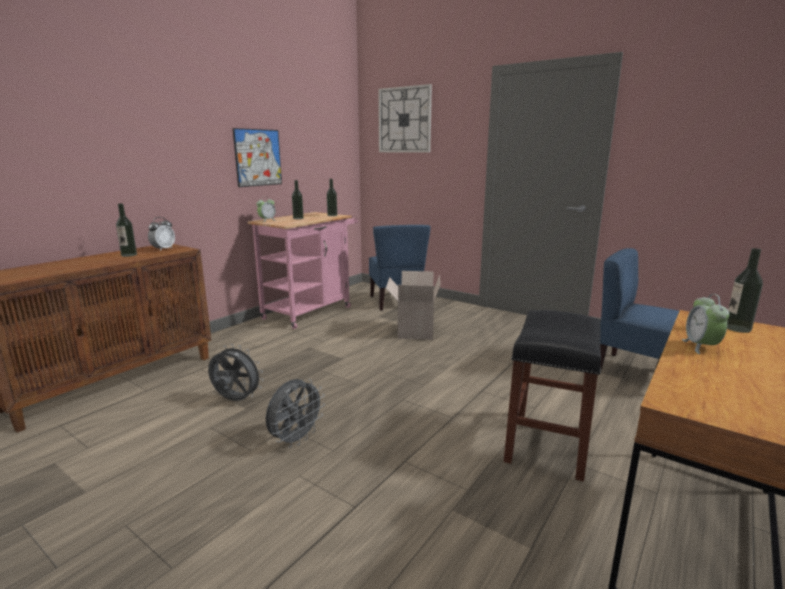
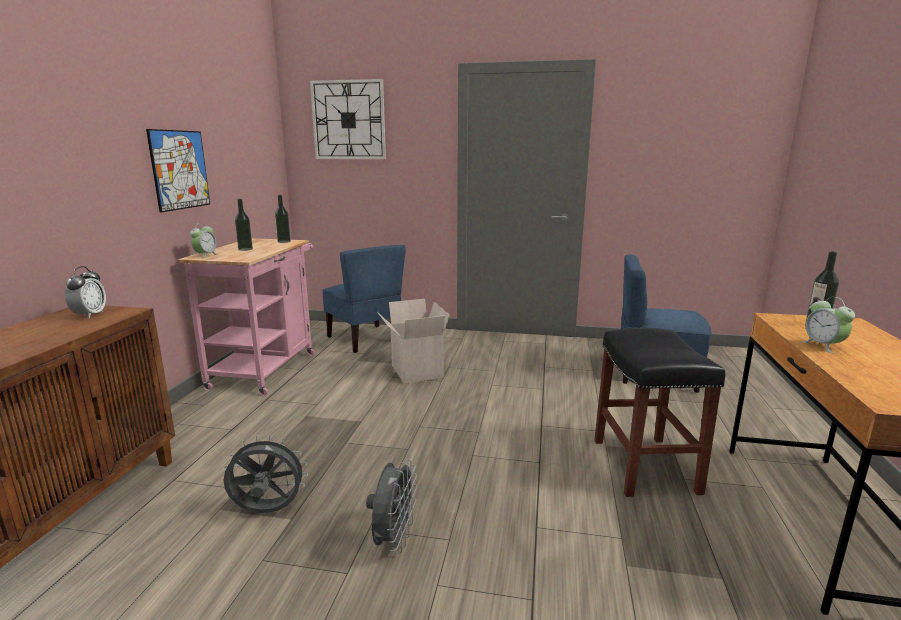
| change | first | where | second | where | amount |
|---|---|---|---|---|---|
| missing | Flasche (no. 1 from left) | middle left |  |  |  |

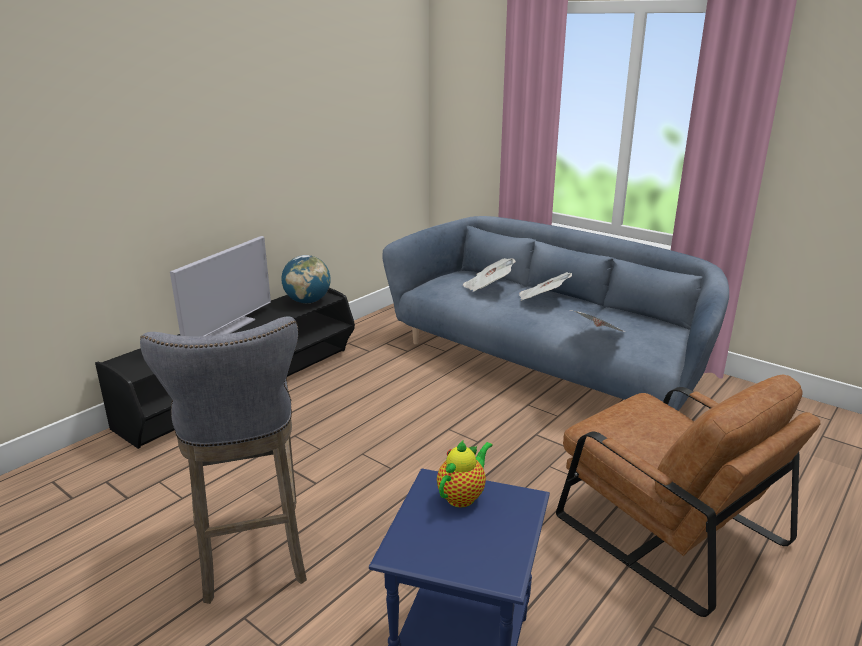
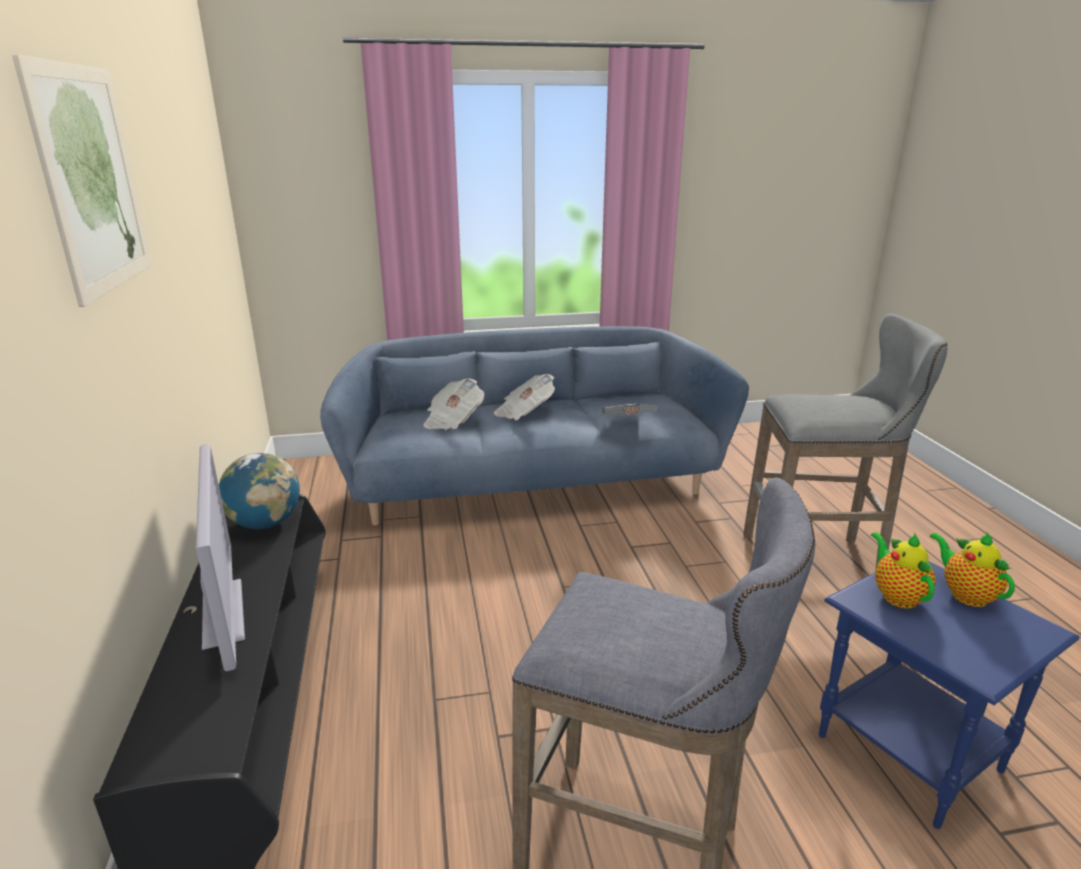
| change | first | where | second | where | amount |
|---|---|---|---|---|---|
| appeared |  |  | Bild | top left |  |
| exchanged | Sessel/braun | bottom right | Hocker/grau (no. 2 from left) | middle right |  |
| appeared |  |  | Teekanne (no. 2 from left) | middle right |  |

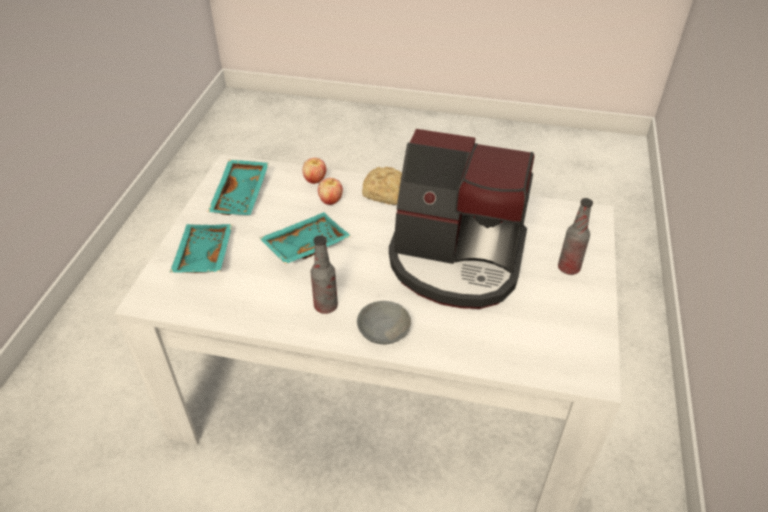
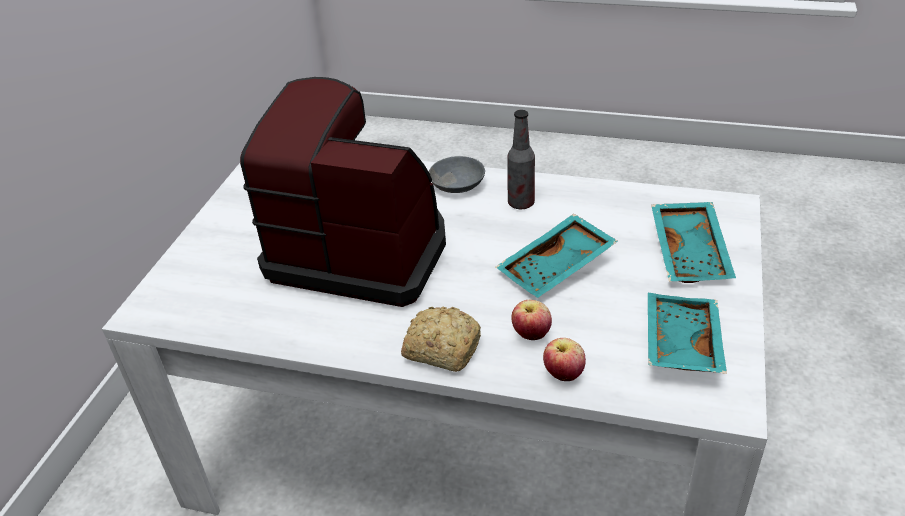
| change | first | where | second | where | amount |
|---|---|---|---|---|---|
| missing | Flasche (no. 2 from left) | middle right |  |  |  |

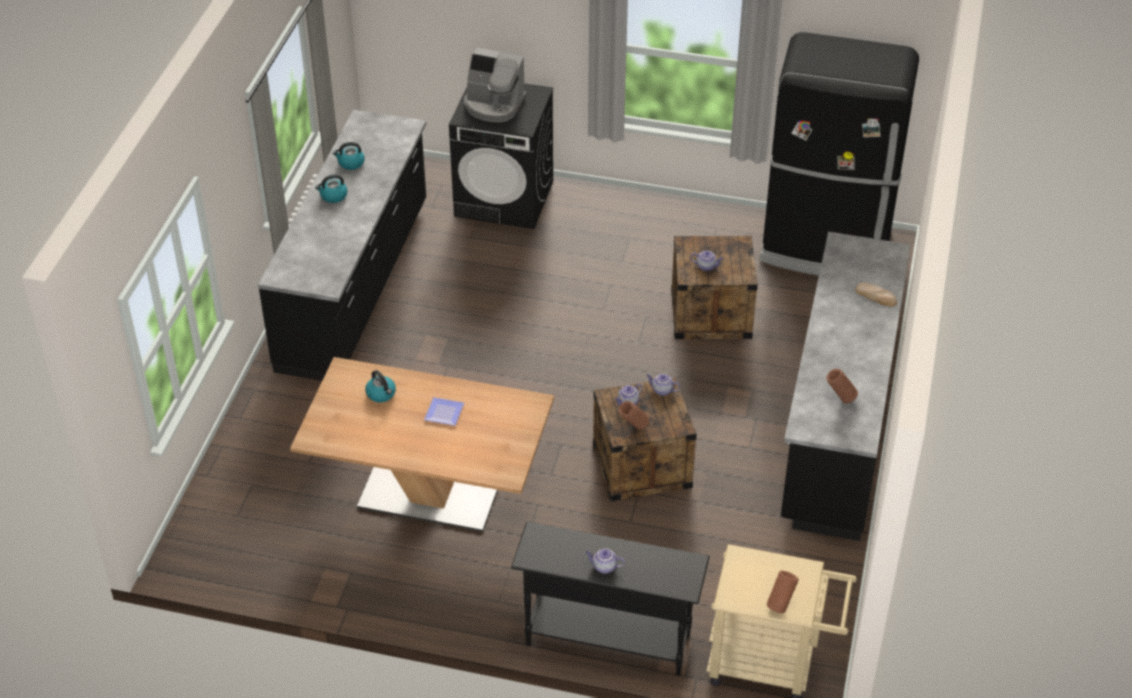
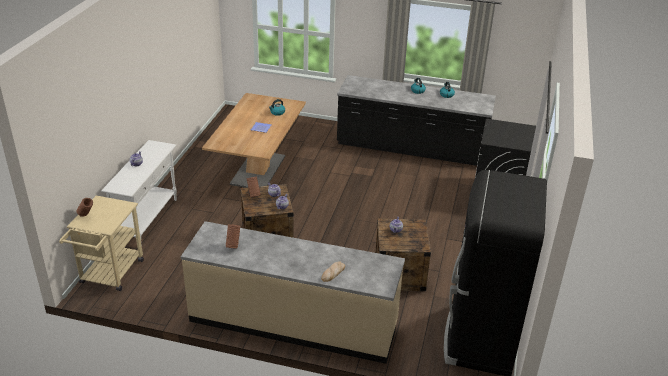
| change | first | where | second | where | amount |
|---|---|---|---|---|---|
| colour | Konsolentisch/schwarz | bottom centre | Konsolentisch/weiß | middle left |  |
| colour | Küchenzeile/schwarz (no. 2 from left) | middle right | Küchenzeile/beige | bottom centre |  |
| missing | Kaffeemaschine | top centre |  |  |  |

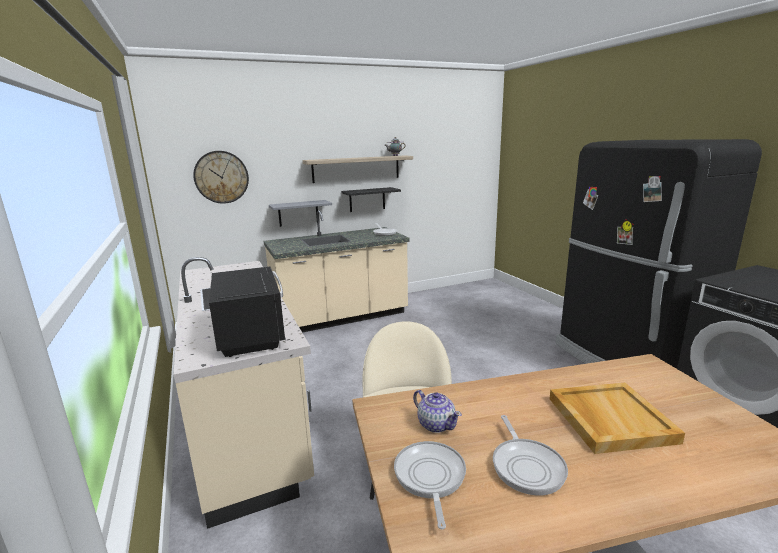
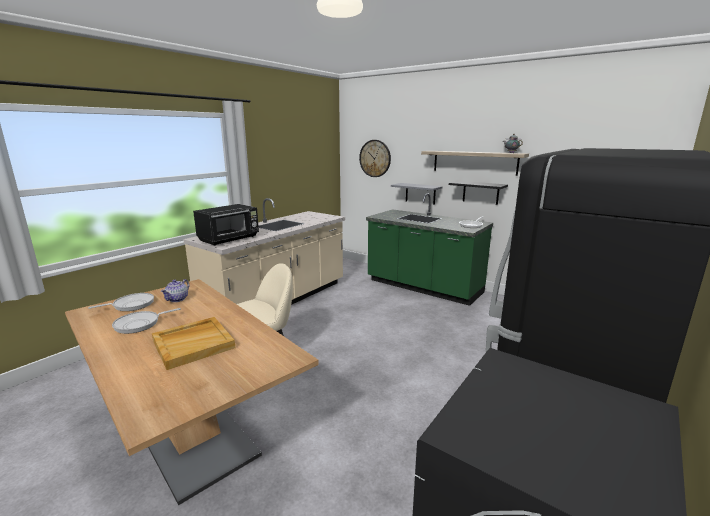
| change | first | where | second | where | amount |
|---|---|---|---|---|---|
| colour | Küchenzeile/beige (no. 2 from left) | centre | Küchenzeile/grün | centre |  |

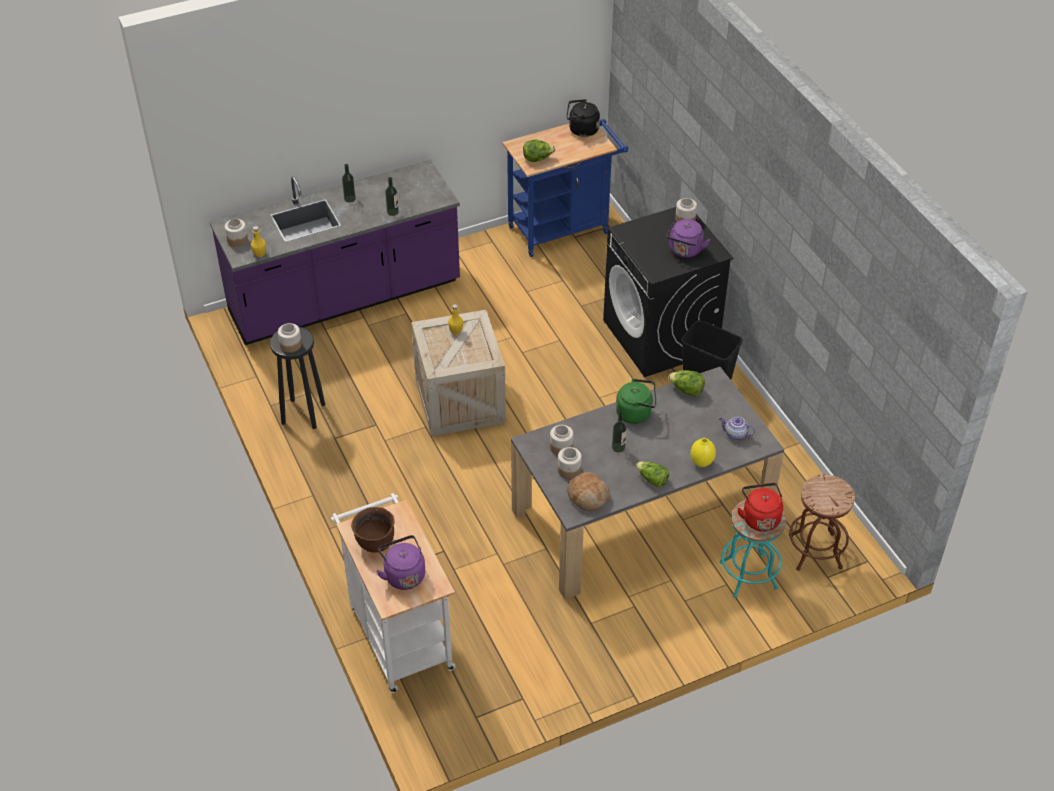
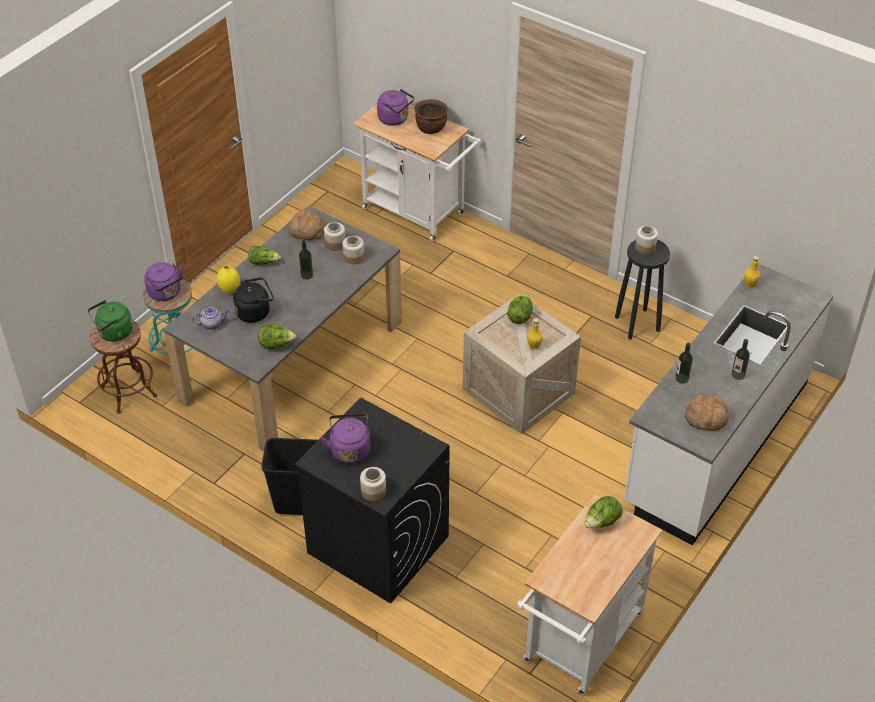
| change | first | where | second | where | amount |
|---|---|---|---|---|---|
| relocated | Wasserkessel/grün | centre |  | middle left |  |
| colour | Wasserkessel/rot | middle right | Wasserkessel/lila (no. 1 from left) | middle left |  |
| relocated | Wasserkessel/schwarz | top centre |  | middle left |  |
| appeared |  |  | Salatkopf (no. 3 from left) | centre |  |
| colour | Rollwagen/blau | top centre | Rollwagen/weiß (no. 2 from left) | bottom right |  |
| colour | Küchenzeile/lila | top left | Küchenzeile/weiß | middle right |  |
| appeared |  |  | Brot (no. 2 from left) | middle right |  |
| missing | Vorratsglas (no. 1 from left) | top left |  |  |  |

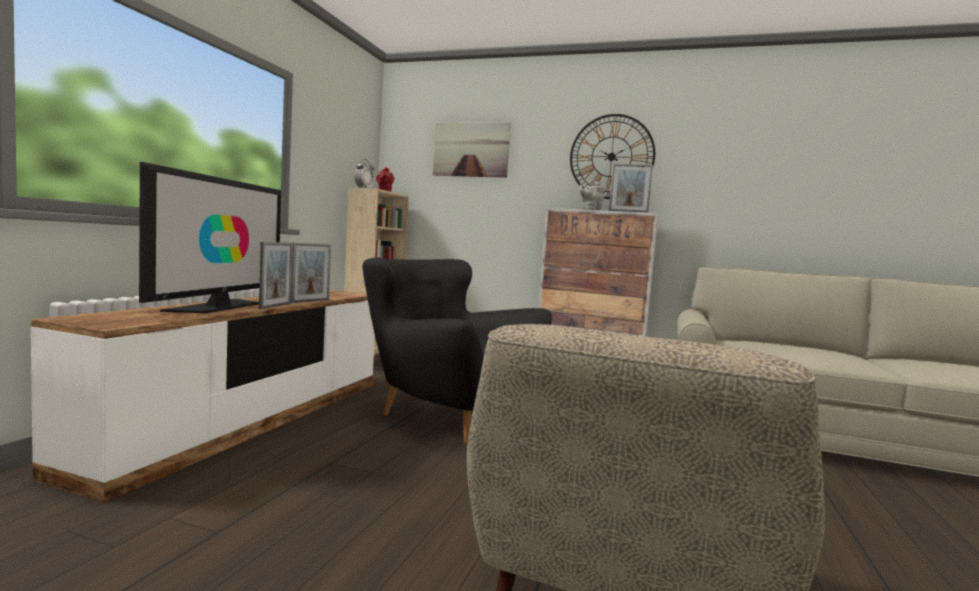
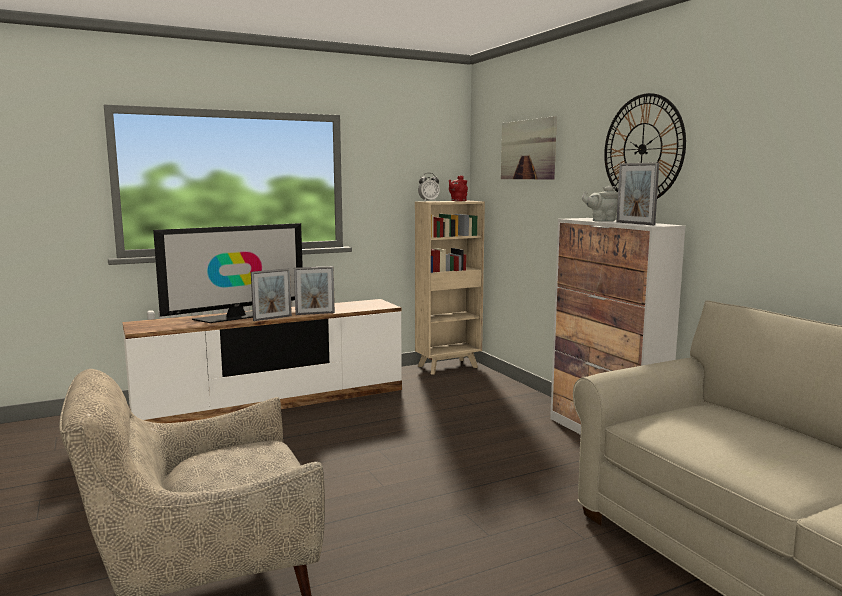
| change | first | where | second | where | amount |
|---|---|---|---|---|---|
| missing | Sessel/schwarz | centre |  |  |  |

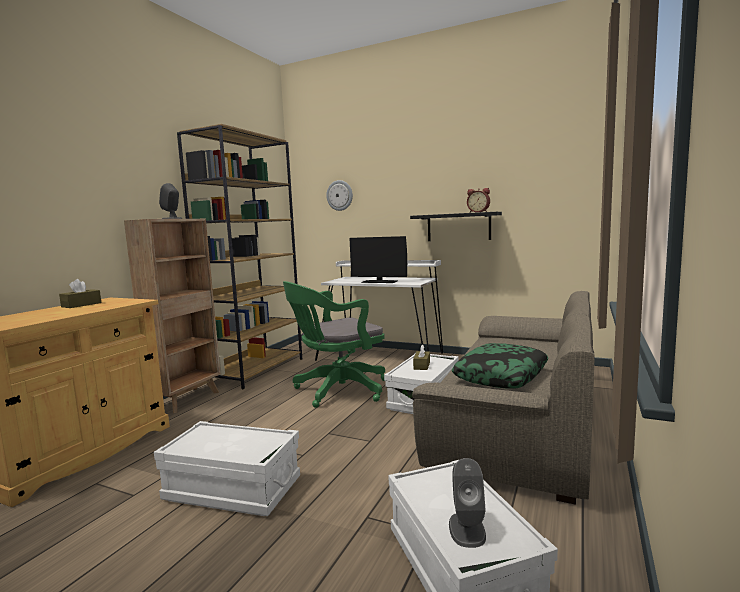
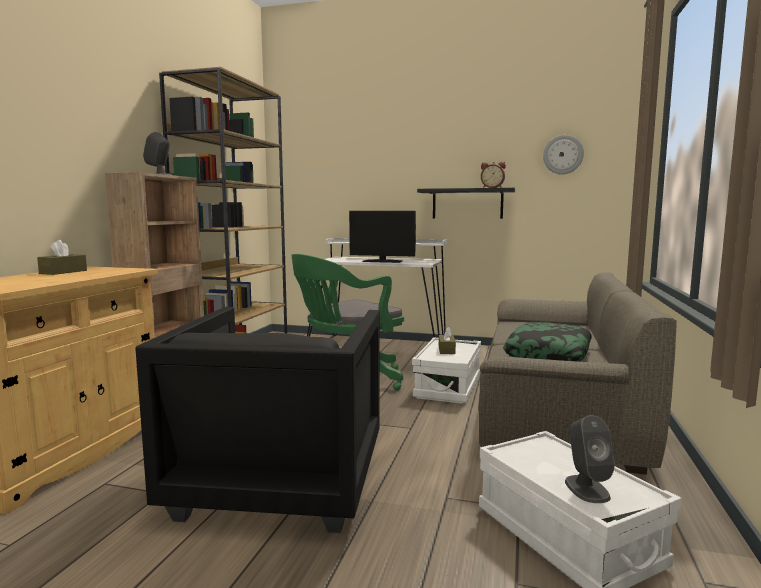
| change | first | where | second | where | amount |
|---|---|---|---|---|---|
| exchanged | Aufbewahrungsbox/weiß (no. 1 from left) | bottom left | Sessel/schwarz | bottom centre |  |
| relocated | Wanduhr | top centre |  | top right |  |

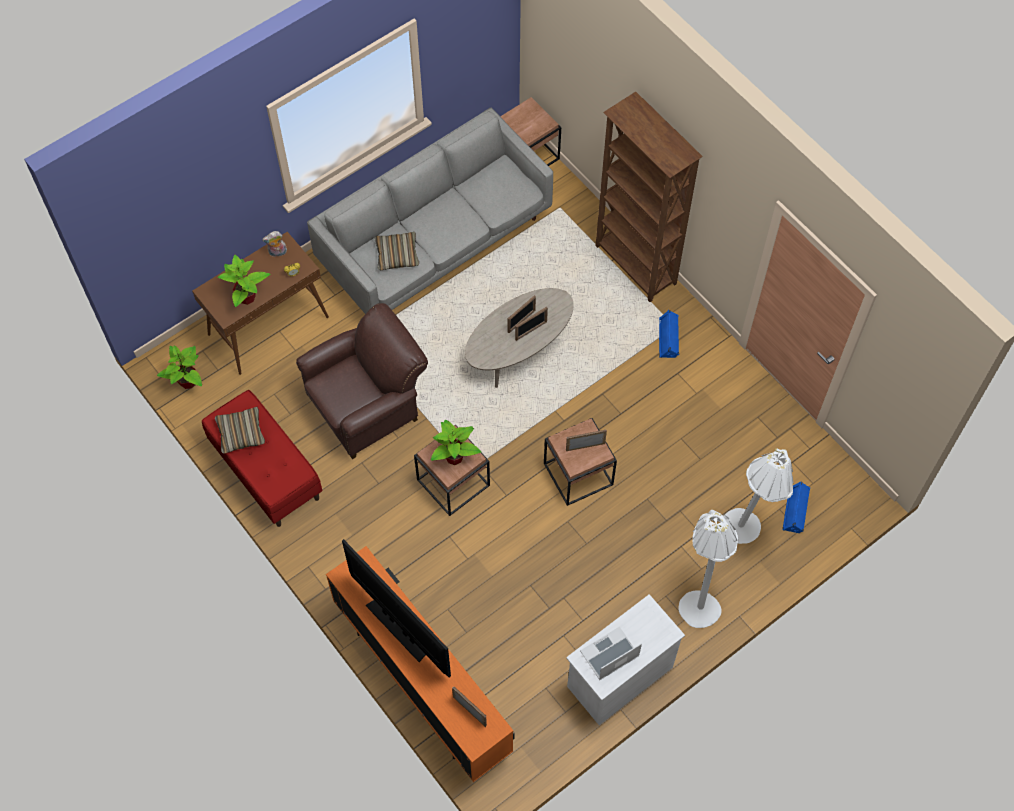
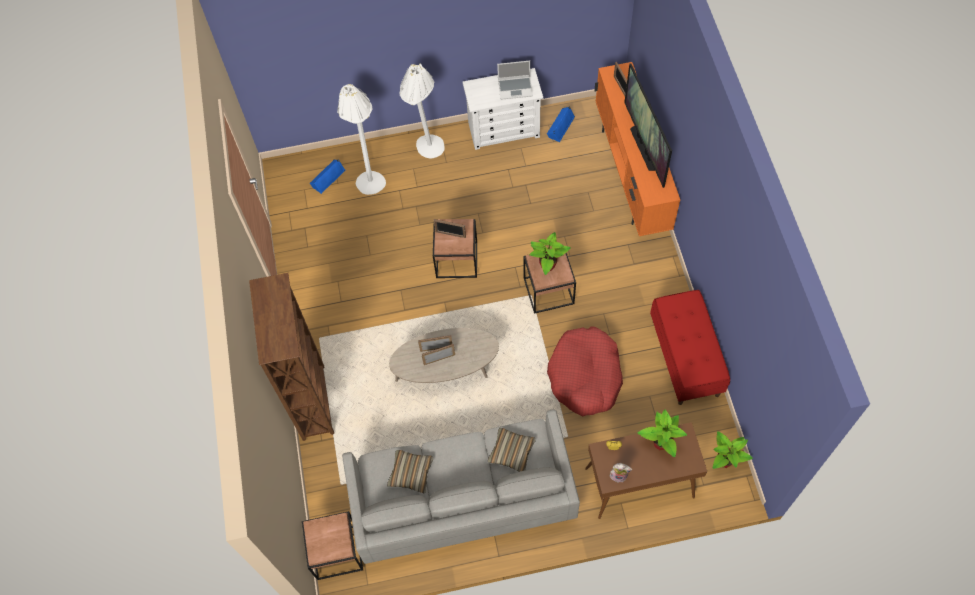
| change | first | where | second | where | amount |
|---|---|---|---|---|---|
| relocated | Kissen (no. 1 from left) | middle left |  | bottom centre |  |
| relocated | Lautsprecher/blau (no. 1 from left in the first image) | centre | Lautsprecher/blau (no. 2 from left) | top centre |  |
| exchanged | Sessel/braun | centre | Hundebett/rot | centre |  |

